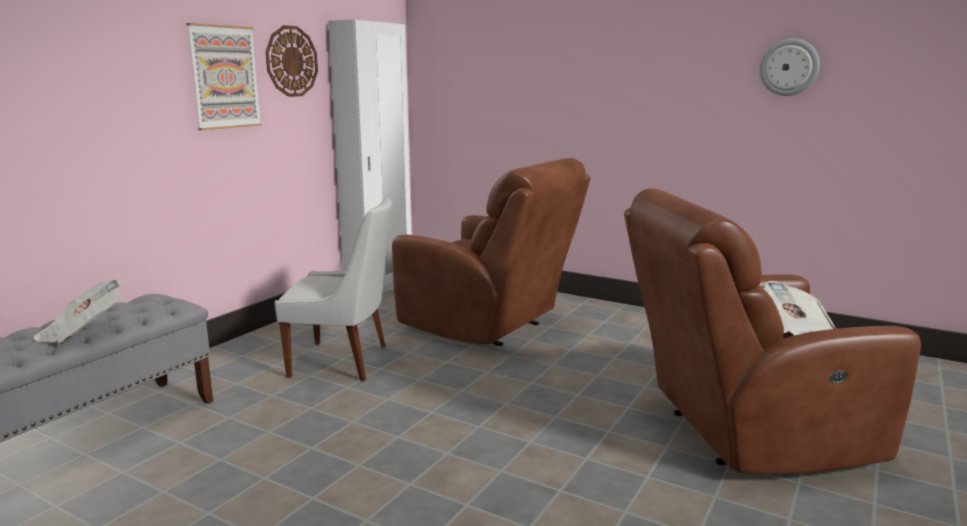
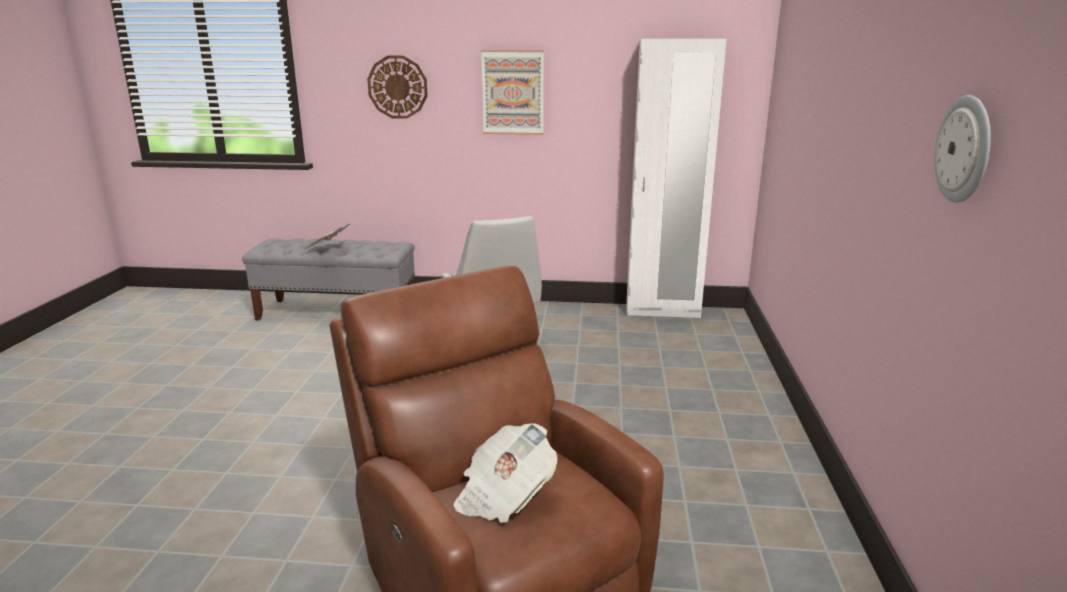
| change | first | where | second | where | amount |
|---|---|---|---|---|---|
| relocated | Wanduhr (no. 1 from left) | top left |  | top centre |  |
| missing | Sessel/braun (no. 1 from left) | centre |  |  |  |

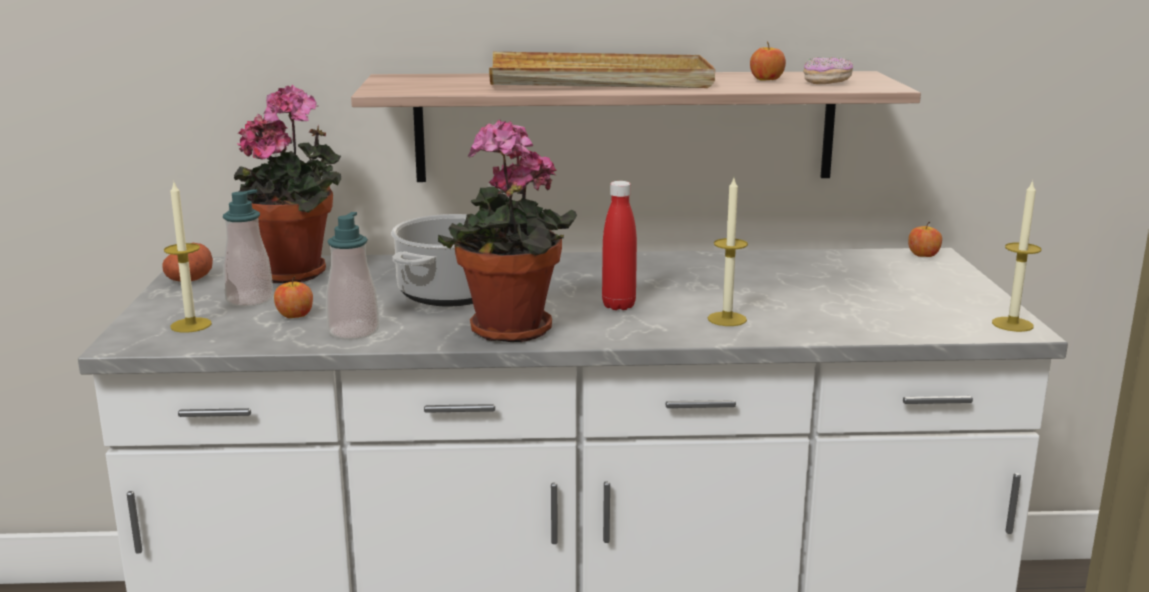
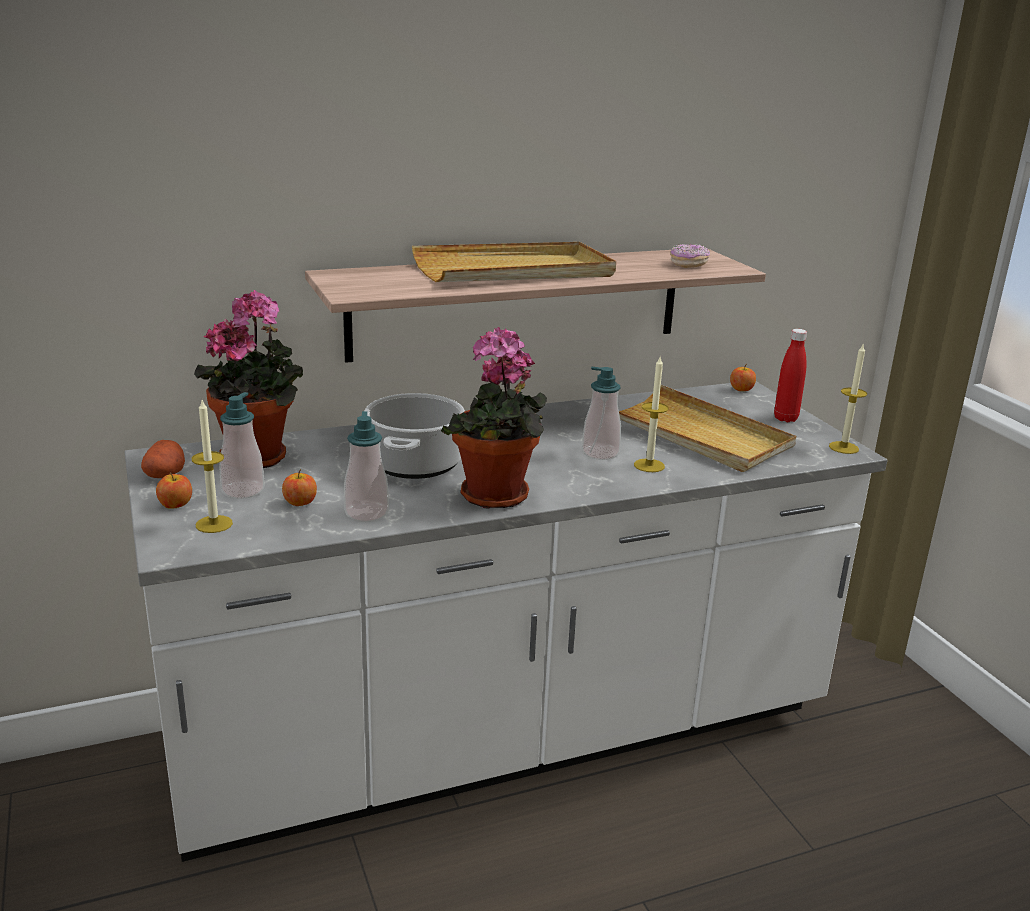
| change | first | where | second | where | amount |
|---|---|---|---|---|---|
| relocated | Apfel (no. 2 from left in the first image) | top right | Apfel (no. 1 from left) | middle left |  |
| appeared |  |  | Seifenspender (no. 3 from left) | centre |  |
| appeared |  |  | Tablett/beige (no. 2 from left) | middle right |  |
| relocated | Flasche/rot | centre |  | middle right |  |

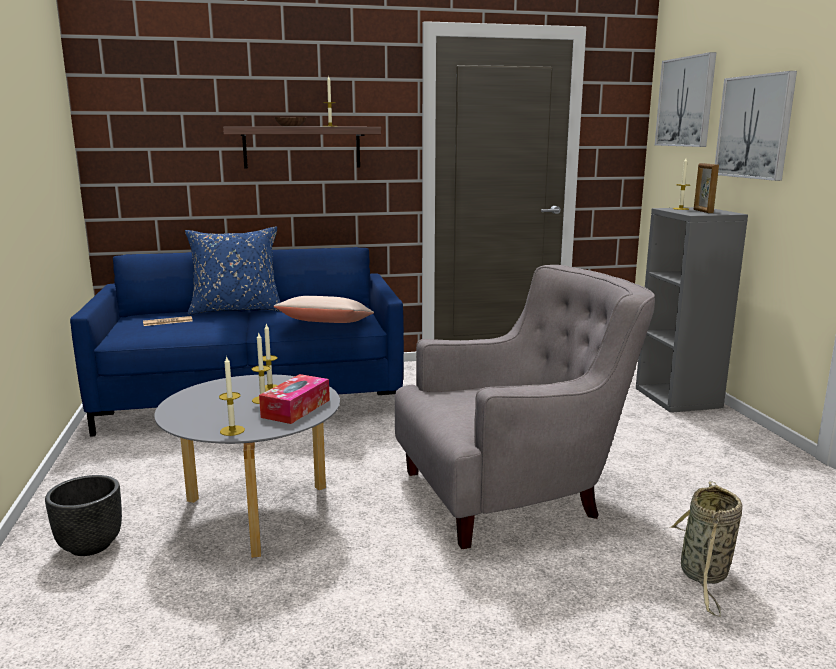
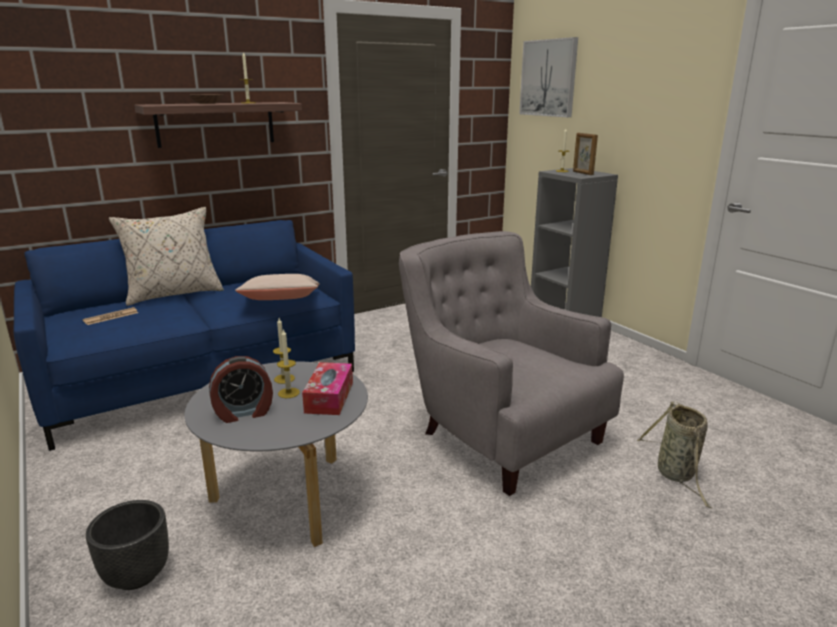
| change | first | where | second | where | amount |
|---|---|---|---|---|---|
| colour | Kissen/blau | middle left | Kissen/beige (no. 1 from left) | middle left |  |
| appeared |  |  | Wecker | middle left |  |
| spun | Sessel/grau | centre |  | centre | 90 degrees counterclockwise |
| missing | Kerze (no. 1 from left) | middle left |  |  |  |
| missing | Bild (no. 2 from left) | top right |  |  |  |

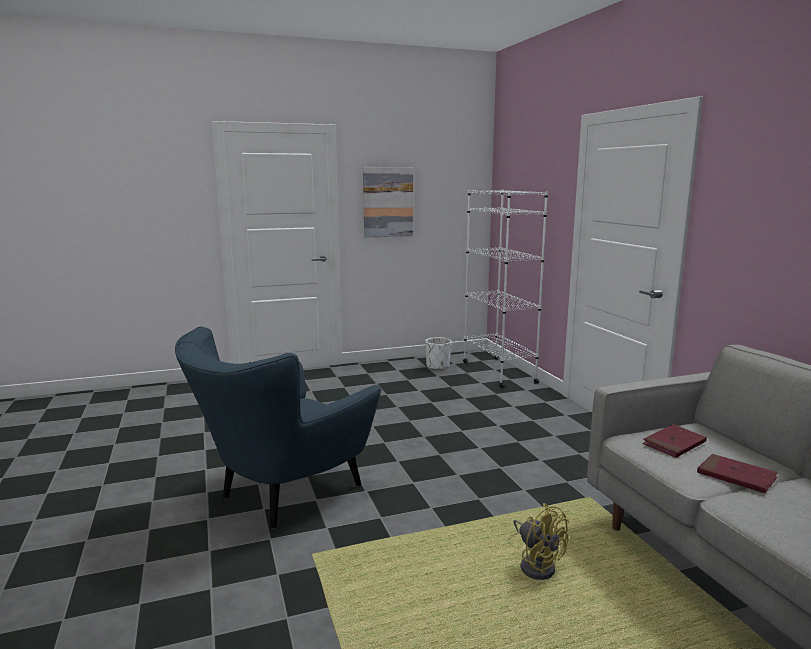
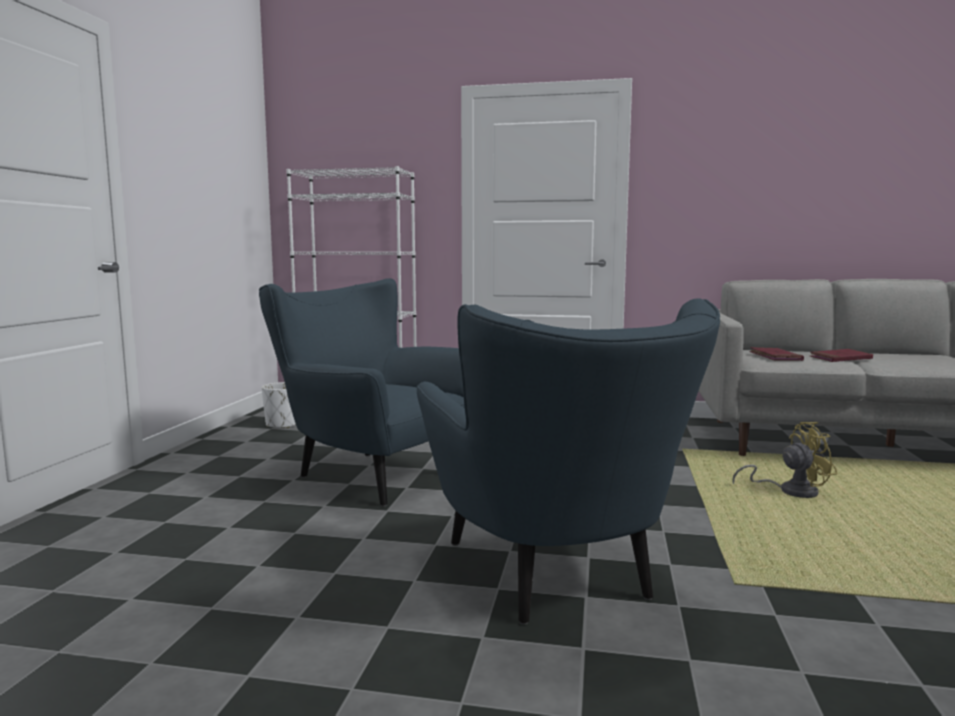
| change | first | where | second | where | amount |
|---|---|---|---|---|---|
| appeared |  |  | Sessel/blau (no. 1 from left) | centre |  |
| missing | Bild | top centre |  |  |  |

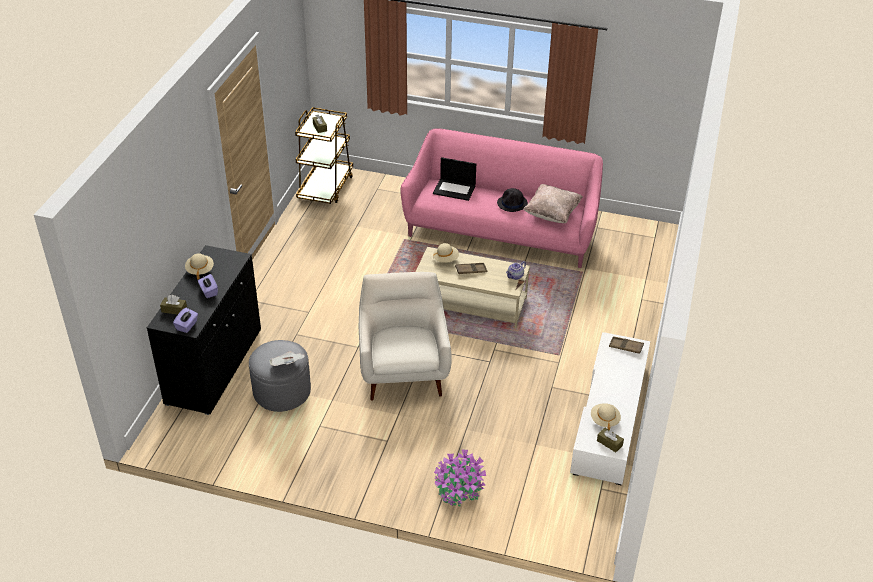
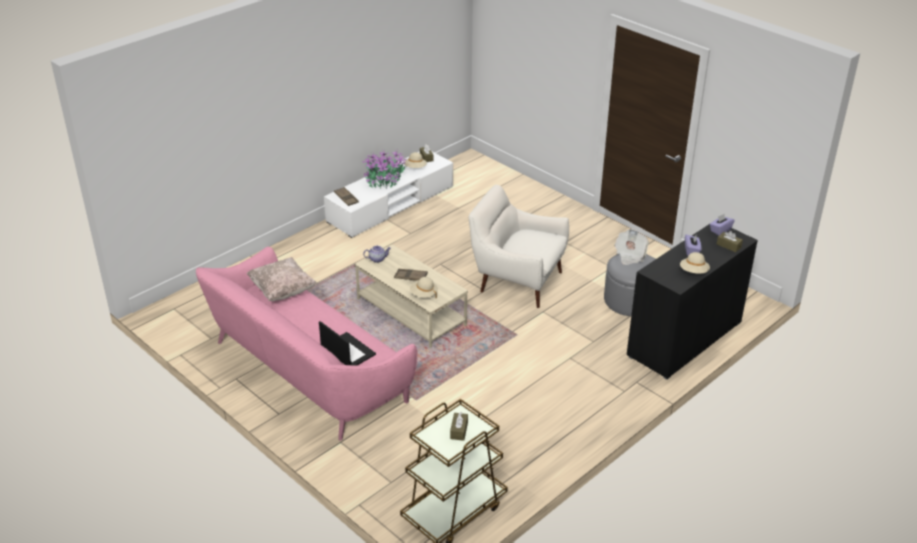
| change | first | where | second | where | amount |
|---|---|---|---|---|---|
| relocated | Topfpflanze | bottom centre |  | top centre |  |
| spun | Sessel/weiß | centre |  | centre | 90 degrees clockwise |
| missing | Hut/schwarz | centre |  |  |  |

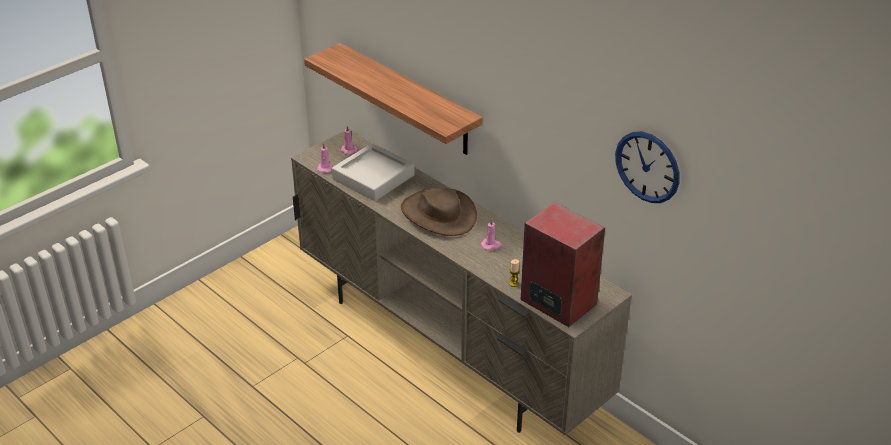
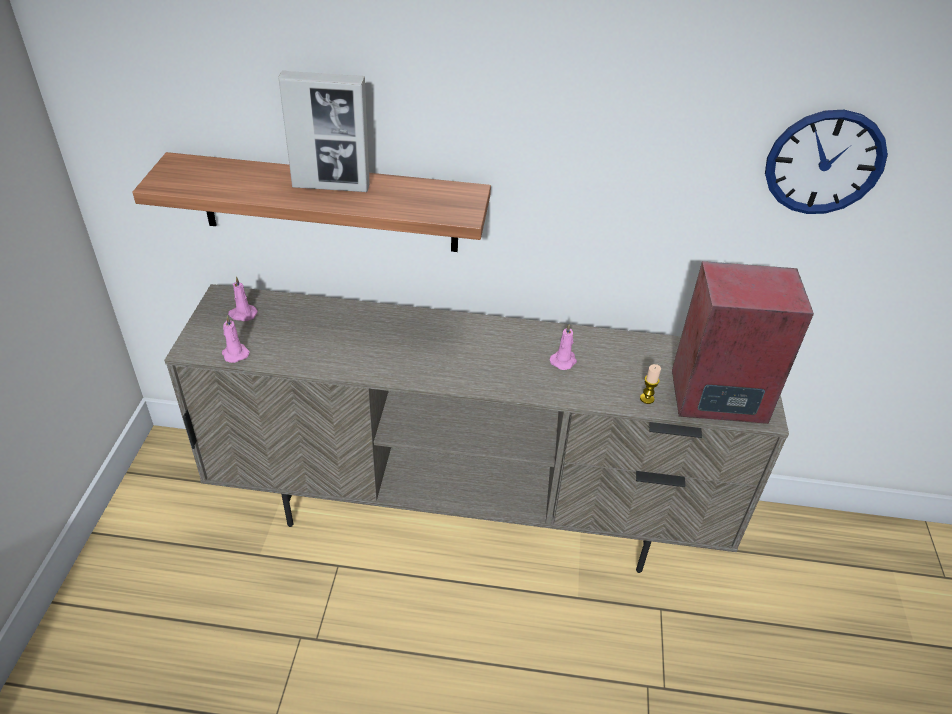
| change | first | where | second | where | amount |
|---|---|---|---|---|---|
| appeared |  |  | Bilderrahmen | top centre |  |
| missing | Tablett/grau | centre |  |  |  |
| missing | Hut/braun | centre |  |  |  |

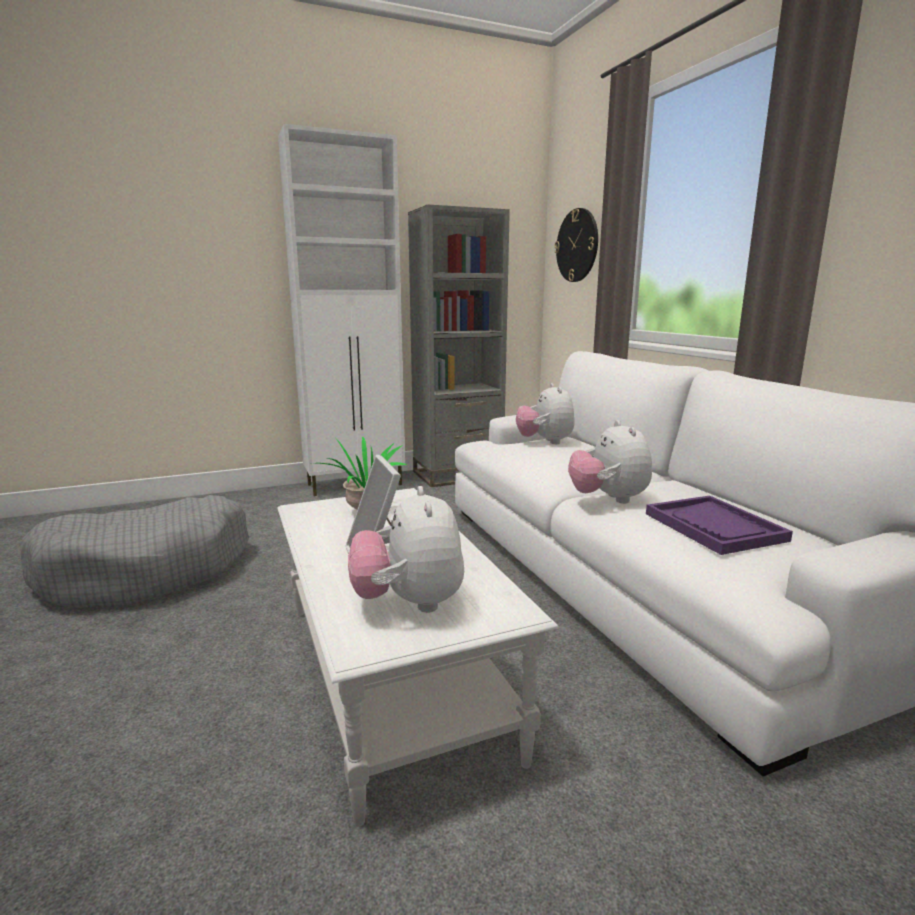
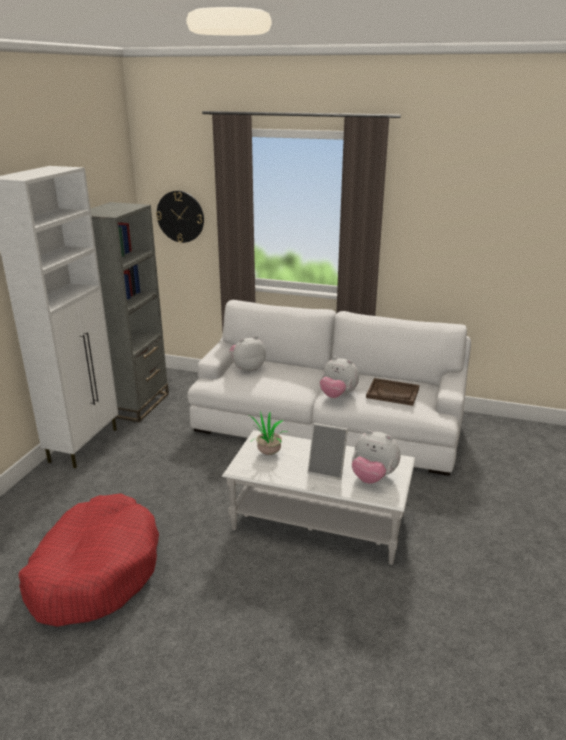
| change | first | where | second | where | amount |
|---|---|---|---|---|---|
| colour | Hundebett/grau | middle left | Hundebett/rot | bottom left |  |
| spun | Plüschtier (no. 2 from left in the first image) | centre | Plüschtier (no. 1 from left) | centre | 120 degrees clockwise |
| colour | Tablett/lila | middle right | Tablett/braun | middle right |  |

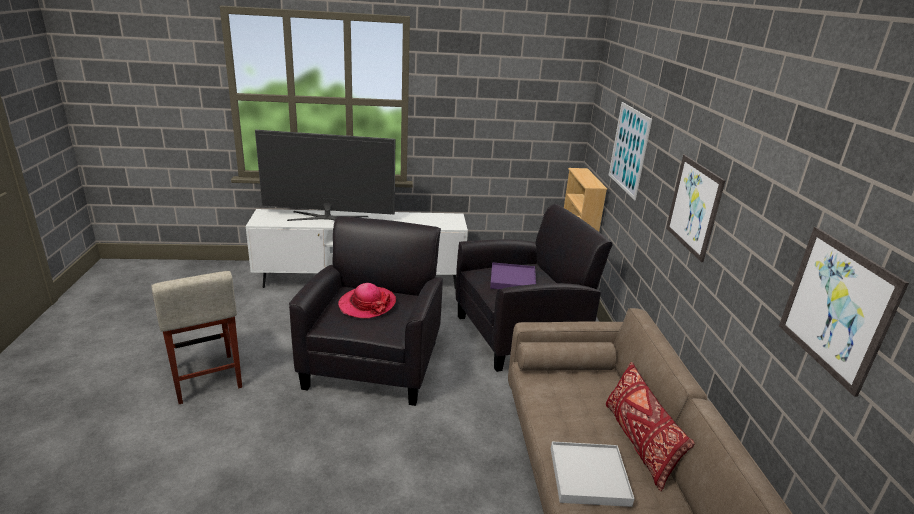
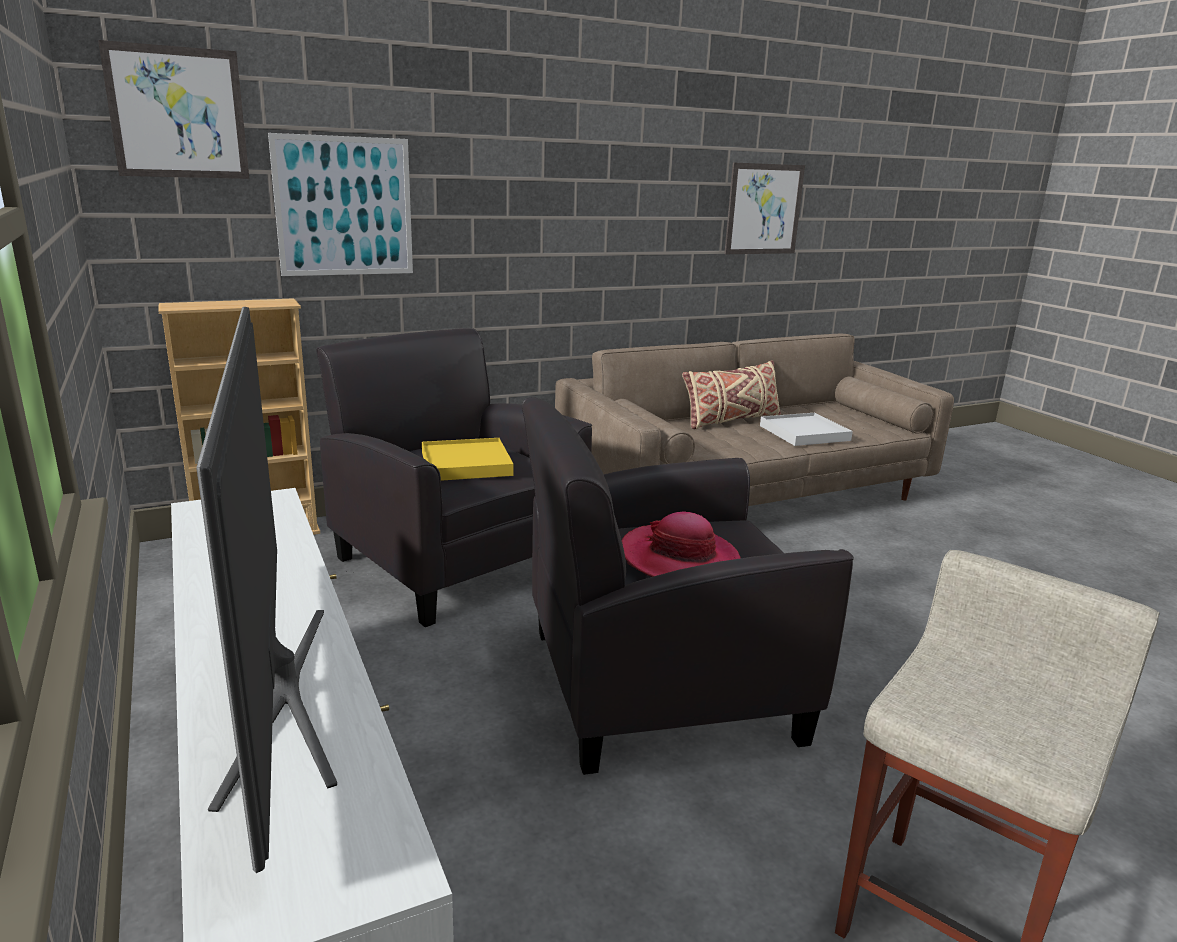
| change | first | where | second | where | amount |
|---|---|---|---|---|---|
| relocated | Bild (no. 2 from left in the first image) | middle right | Bild (no. 1 from left) | top left |  |
| colour | Tablett/lila | centre | Tablett/gelb | centre |  |
| colour | Kissen/rot | bottom right | Kissen/beige | centre |  |

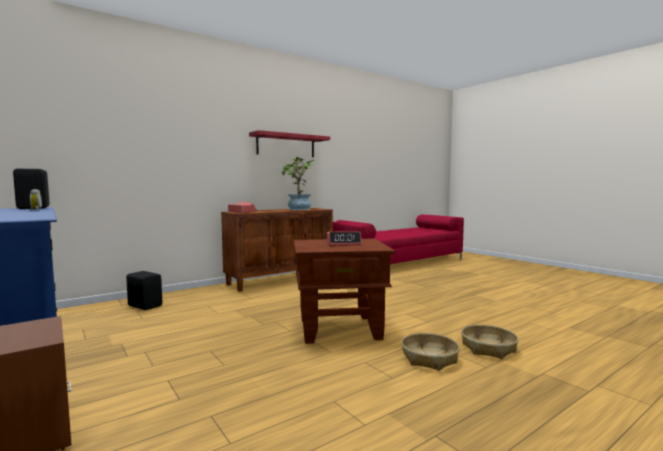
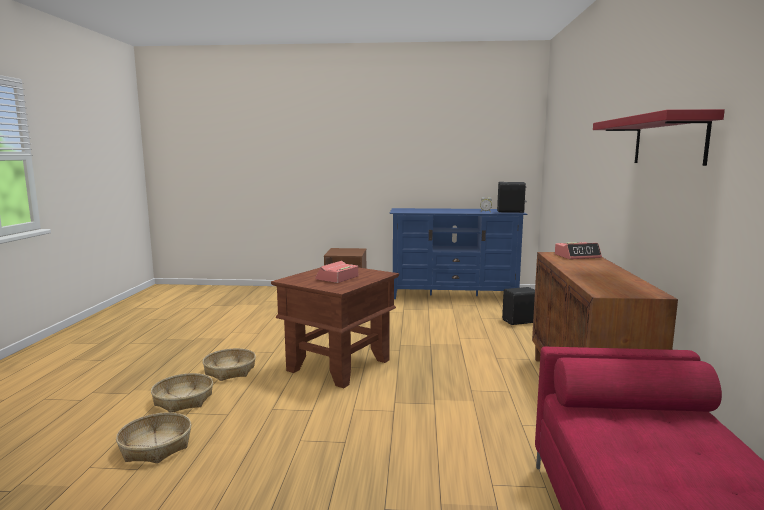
| change | first | where | second | where | amount |
|---|---|---|---|---|---|
| appeared |  |  | Korb (no. 1 from left) | bottom left |  |
| missing | Topfpflanze | centre |  |  |  |

